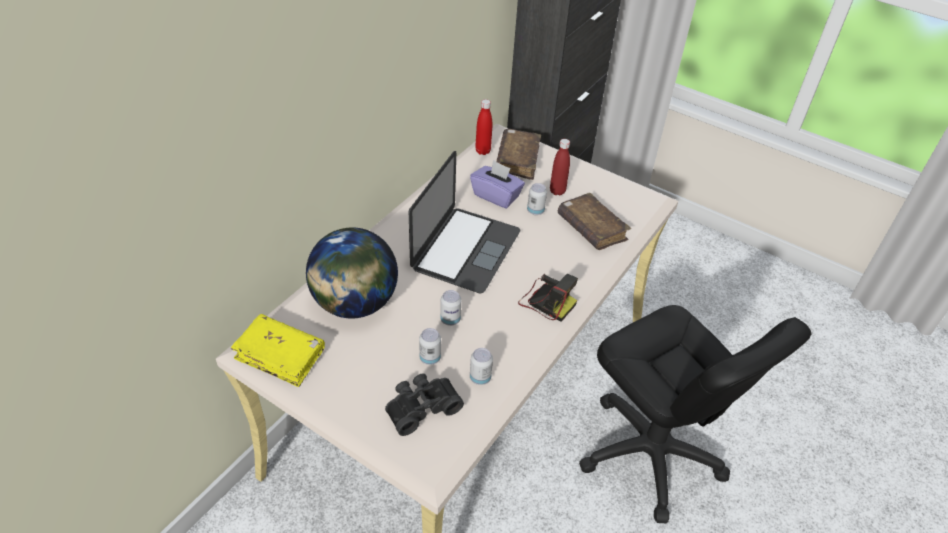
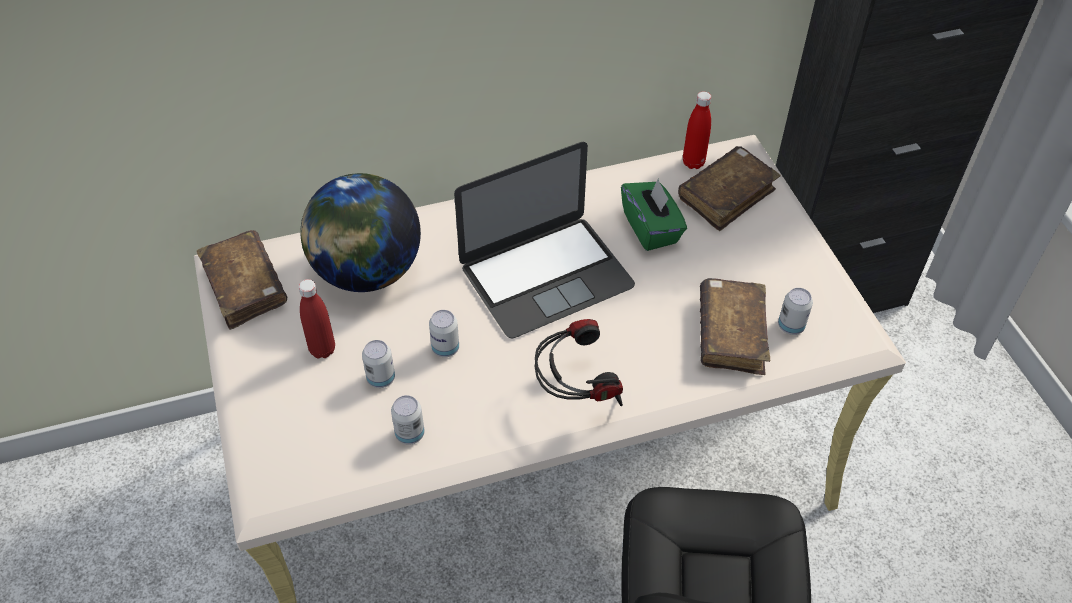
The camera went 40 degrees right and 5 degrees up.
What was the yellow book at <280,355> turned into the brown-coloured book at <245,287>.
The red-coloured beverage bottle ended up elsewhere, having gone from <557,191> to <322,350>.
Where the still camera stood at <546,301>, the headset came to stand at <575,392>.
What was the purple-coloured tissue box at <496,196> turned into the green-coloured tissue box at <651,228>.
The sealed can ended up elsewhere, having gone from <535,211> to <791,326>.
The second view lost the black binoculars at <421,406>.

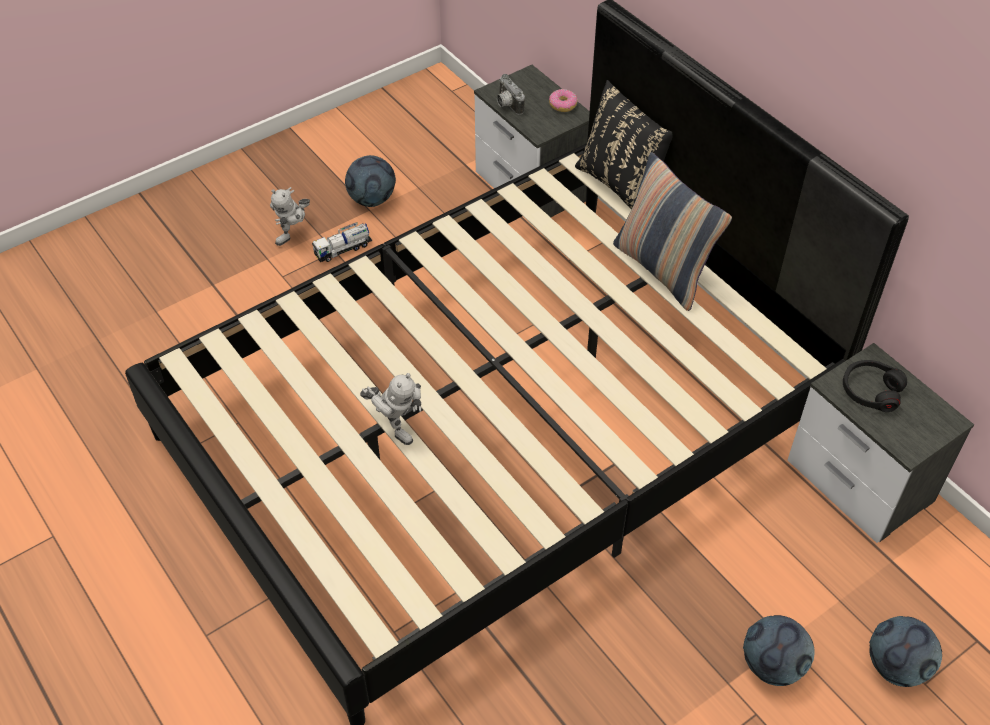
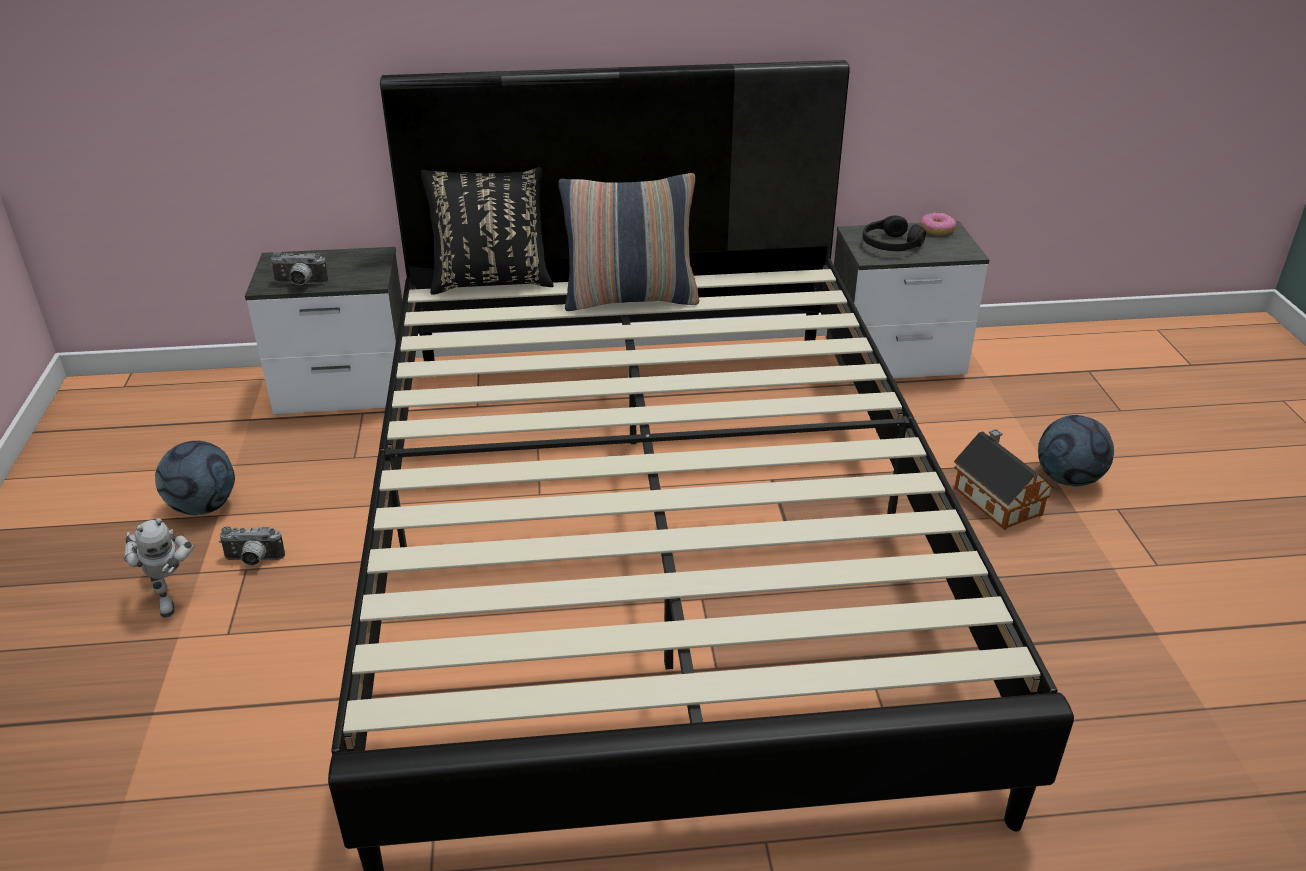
The camera went 60 degrees left and 15 degrees down.
Where the toy truck stood at <343,250>, the still camera came to stand at <253,561>.
The ring doughnut ended up elsewhere, having gone from <562,105> to <936,230>.
The second view gained the model house at <996,499>.
The second view lost the model robot at <395,426>.
The second view lost the football ball at <896,667>.

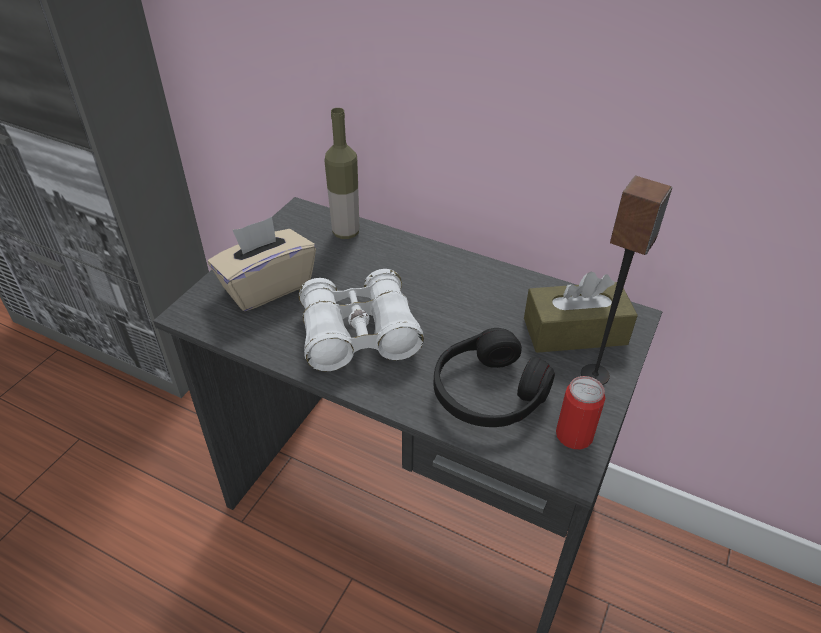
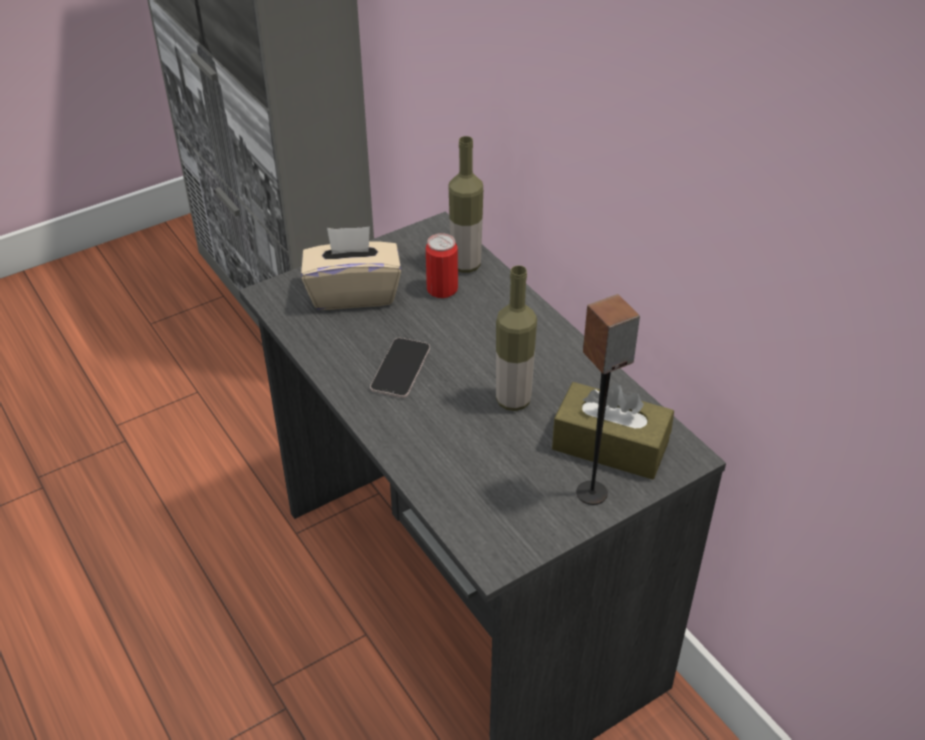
The camera went 30 degrees right and 0 degrees up.
Where the white binoculars stood at <359,334>, the telephone came to stand at <400,368>.
The sealed can ended up elsewhere, having gone from <574,435> to <442,289>.
The second view gained the beverage bottle at <513,401>.
The second view lost the black headset at <488,392>.

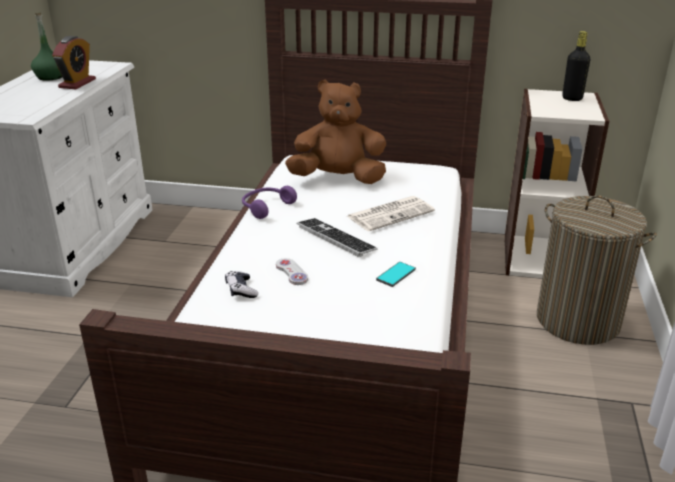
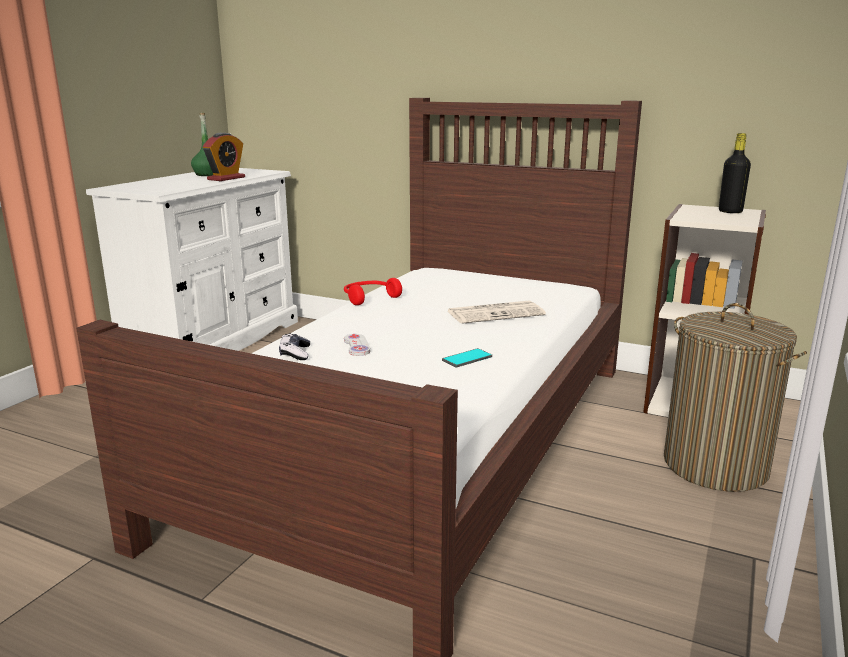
The camera went 15 degrees right and 10 degrees down.
What was the purple-coloured headset at <265,207> turned into the red-coloured headset at <369,298>.
The second view lost the brown-coloured cuddly toy at <338,179>.
The second view lost the computer keyboard at <336,238>.

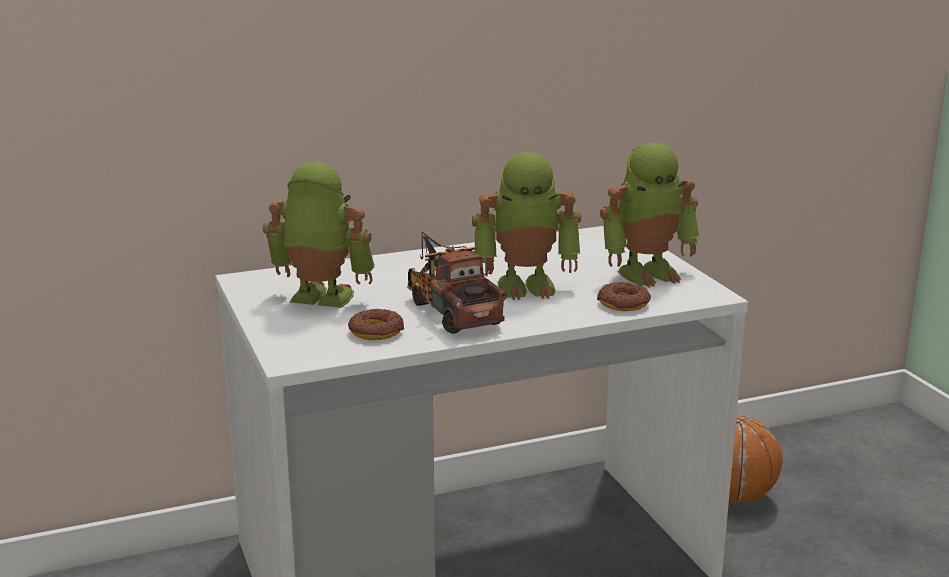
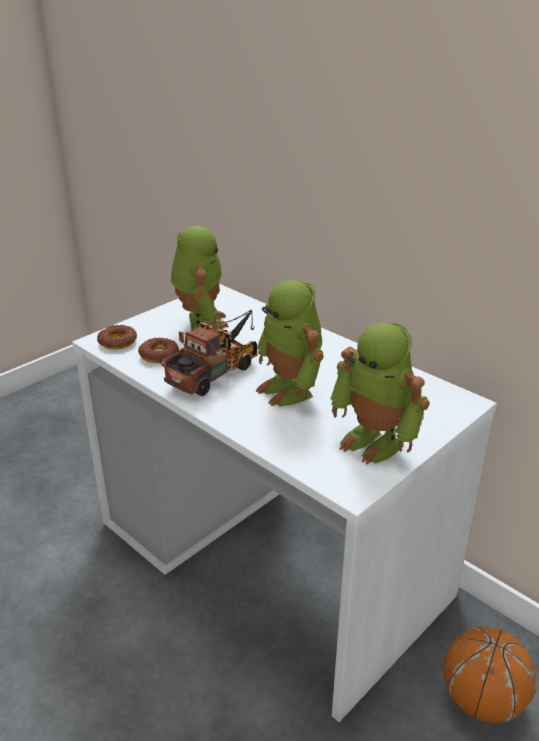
The camera went 65 degrees right and 10 degrees up.
The ring doughnut ended up elsewhere, having gone from <623,303> to <117,342>.

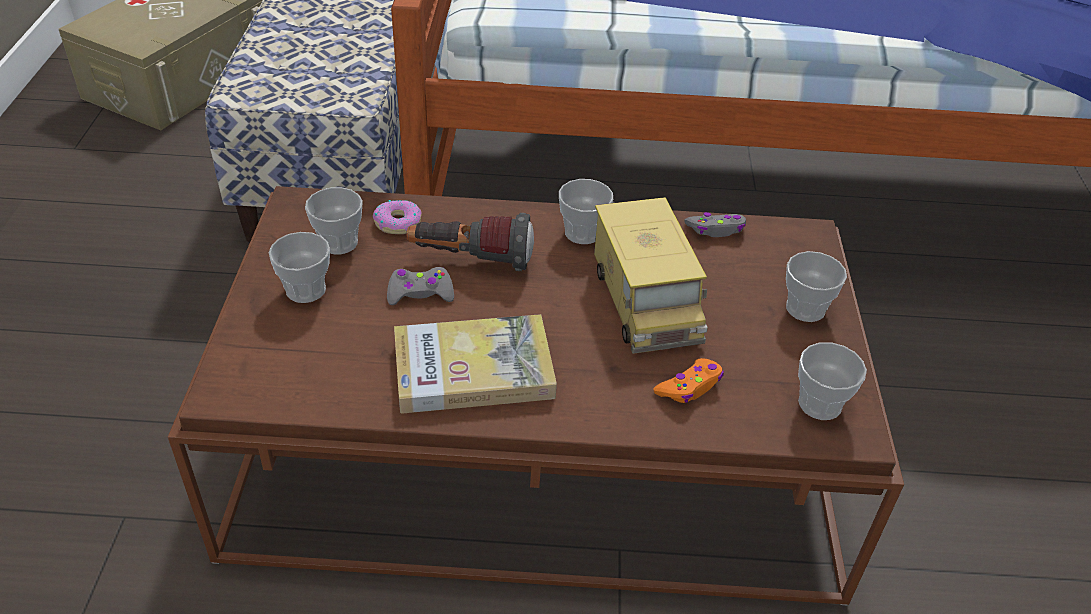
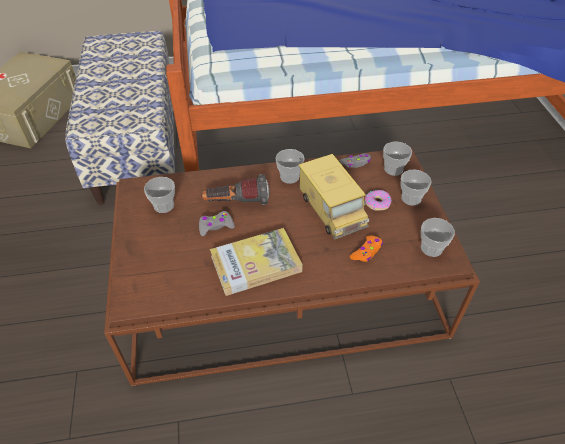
The camera went 10 degrees left and 5 degrees up.
The ring doughnut ended up elsewhere, having gone from <398,223> to <377,203>.
The cup ended up elsewhere, having gone from <306,290> to <393,169>.

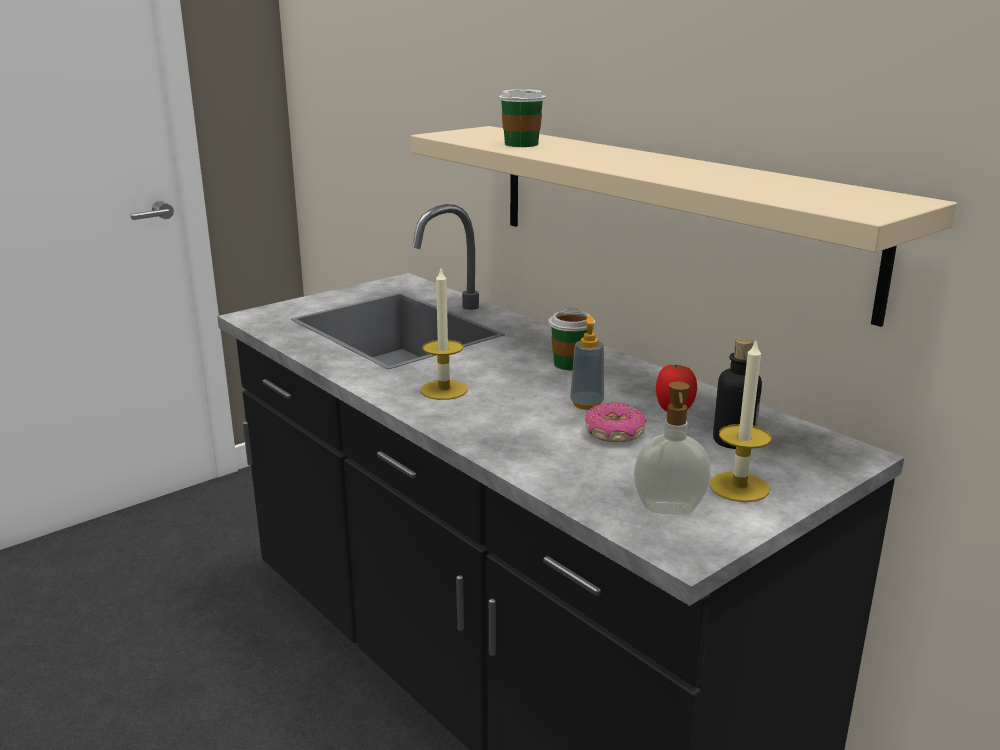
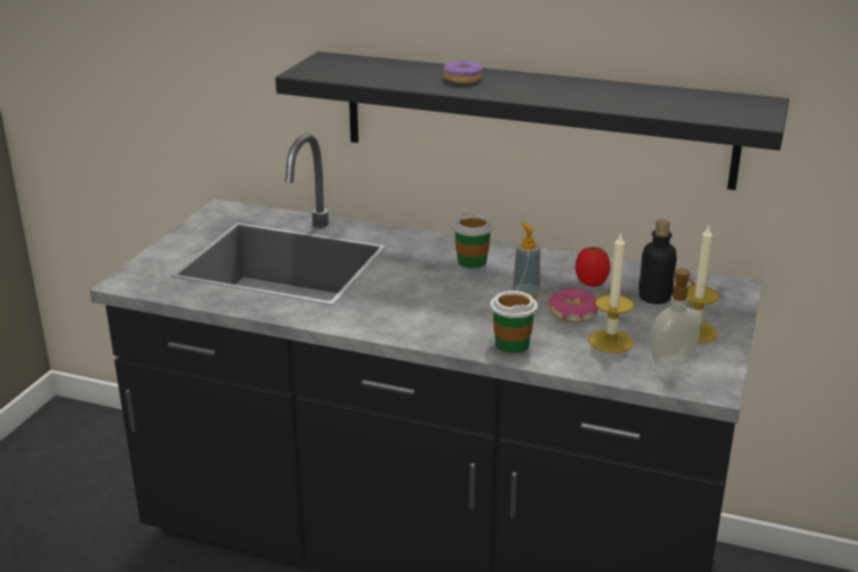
The camera went 30 degrees left and 5 degrees up.
What was the sand-coloured shelf at <669,212> turned into the black shelf at <535,119>.
The second view gained the ring doughnut at <463,79>.
The cup ended up elsewhere, having gone from <521,144> to <512,344>.
The wax light ended up elsewhere, having gone from <444,390> to <610,341>.

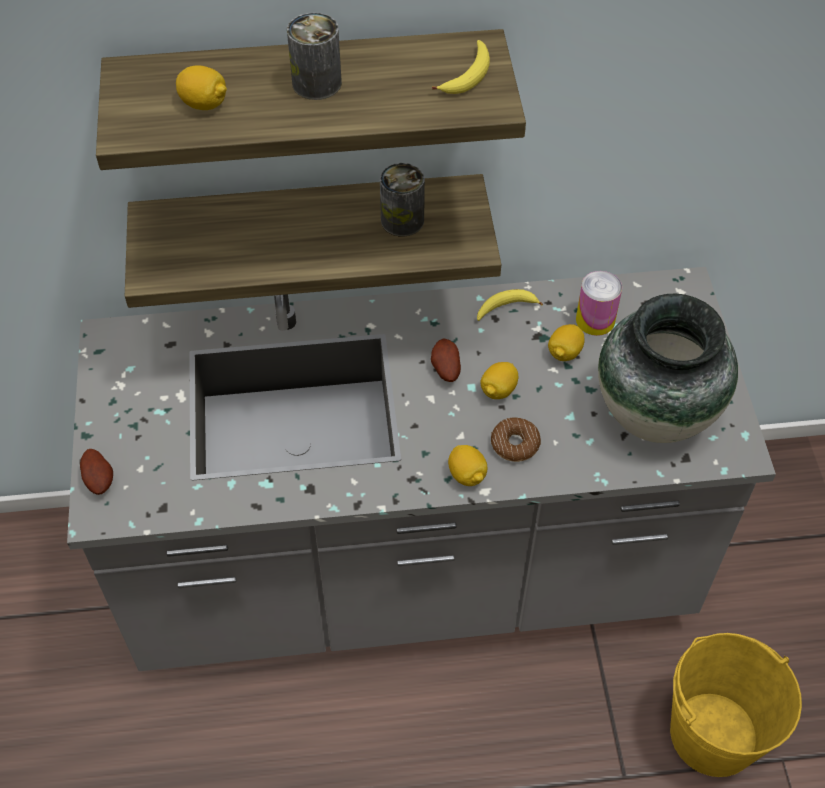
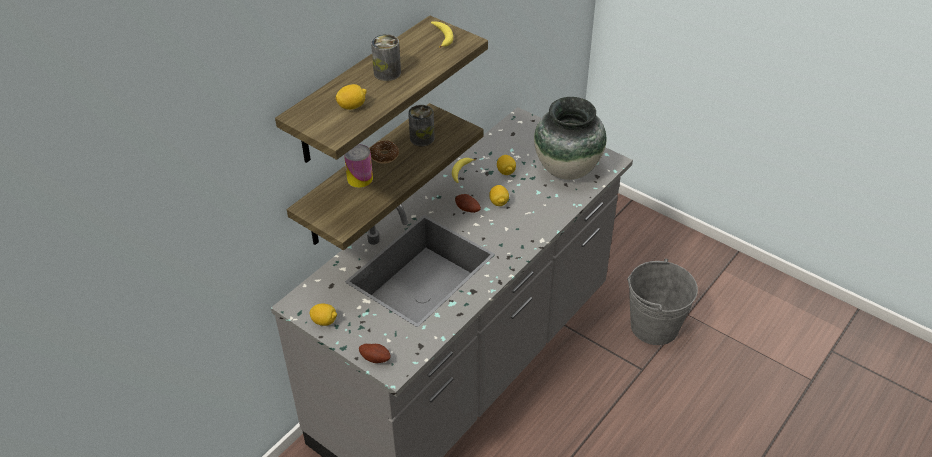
The camera went 45 degrees left and 10 degrees down.
The lemon ended up elsewhere, having gone from <467,475> to <324,321>.
The sealed can ended up elsewhere, having gone from <595,320> to <360,179>.
The ring doughnut ended up elsewhere, having gone from <515,444> to <384,156>.
What was the yellow water bucket at <713,734> turned into the greyish water bucket at <654,326>.

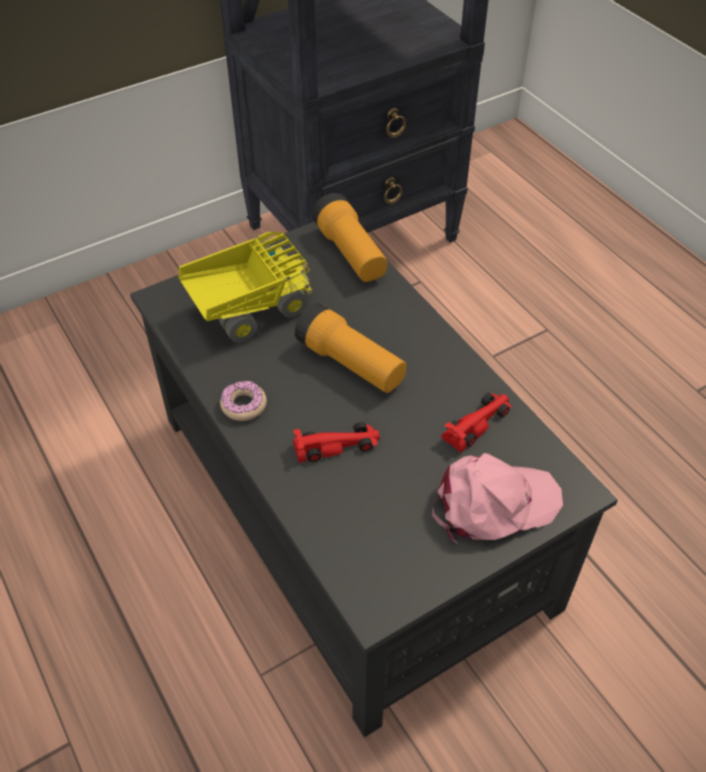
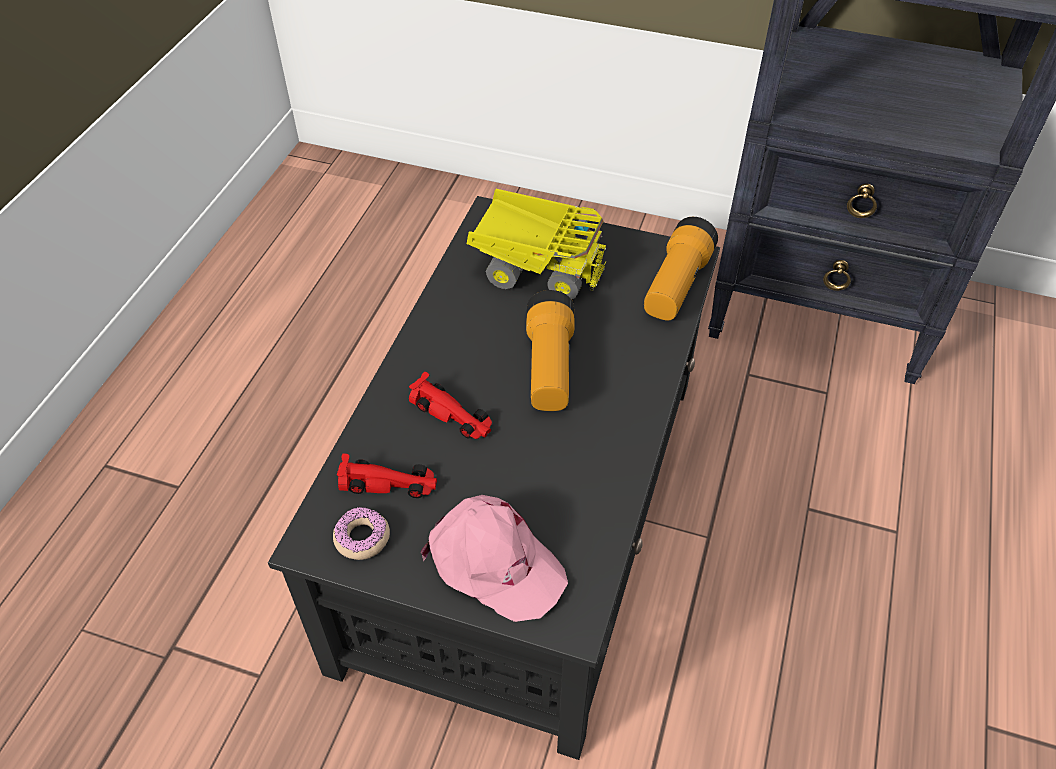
The camera went 50 degrees right and 0 degrees up.
The ring doughnut ended up elsewhere, having gone from <243,405> to <362,538>.
The red-coloured miniature car ended up elsewhere, having gone from <478,423> to <389,483>.

